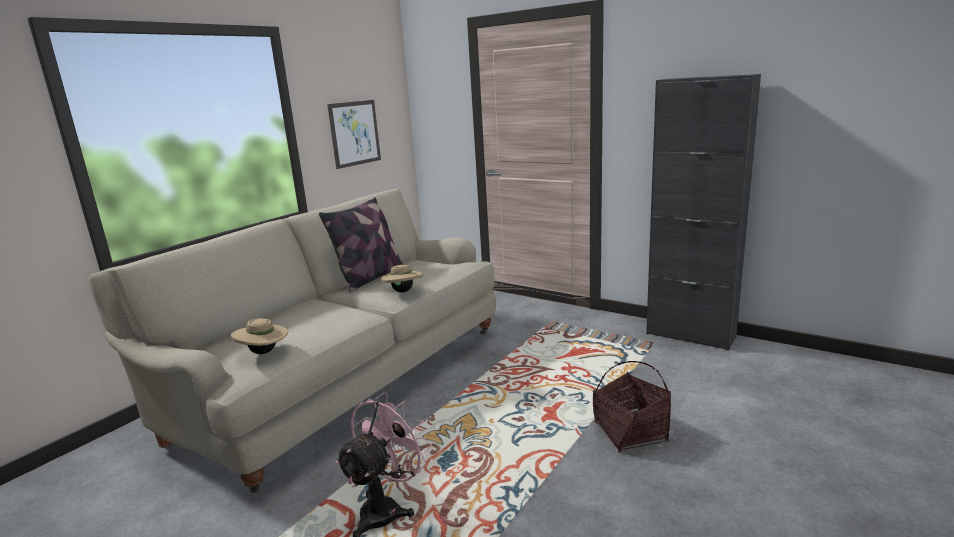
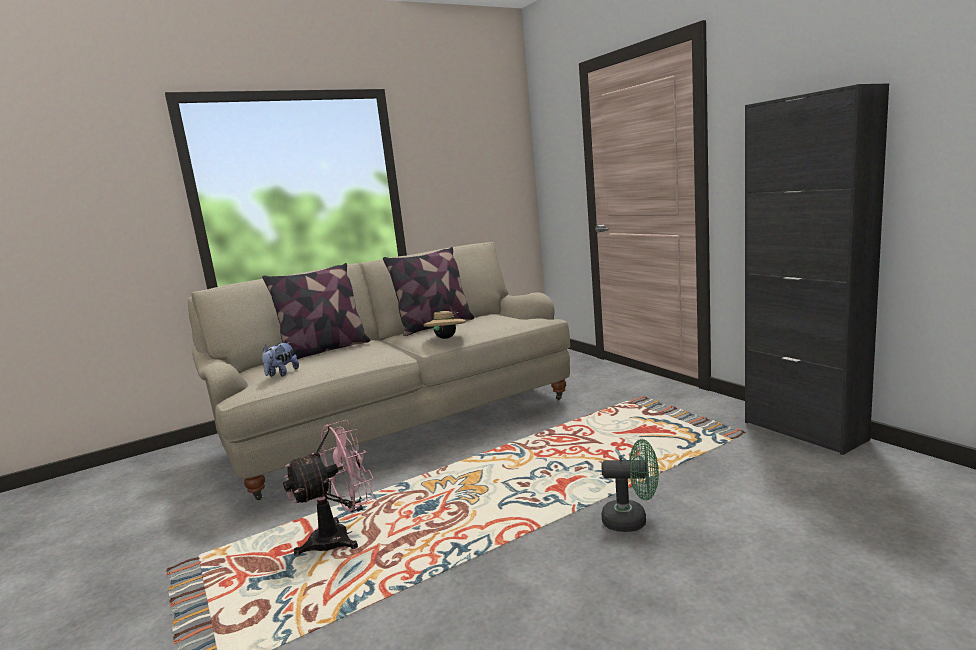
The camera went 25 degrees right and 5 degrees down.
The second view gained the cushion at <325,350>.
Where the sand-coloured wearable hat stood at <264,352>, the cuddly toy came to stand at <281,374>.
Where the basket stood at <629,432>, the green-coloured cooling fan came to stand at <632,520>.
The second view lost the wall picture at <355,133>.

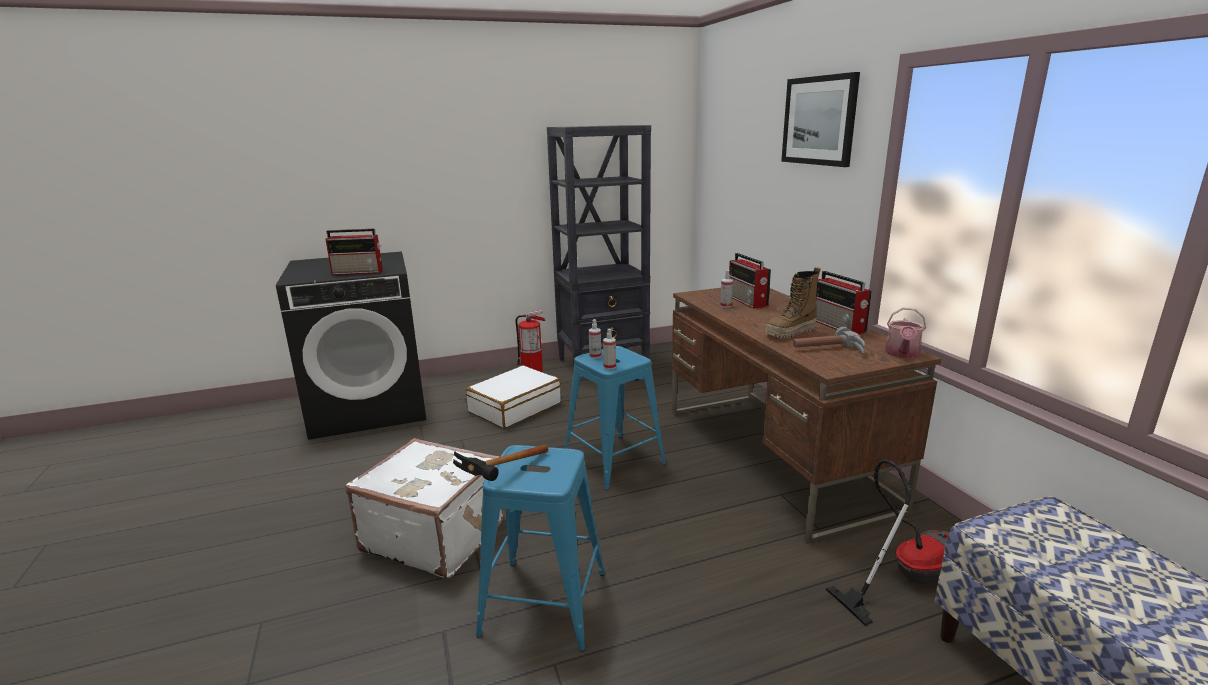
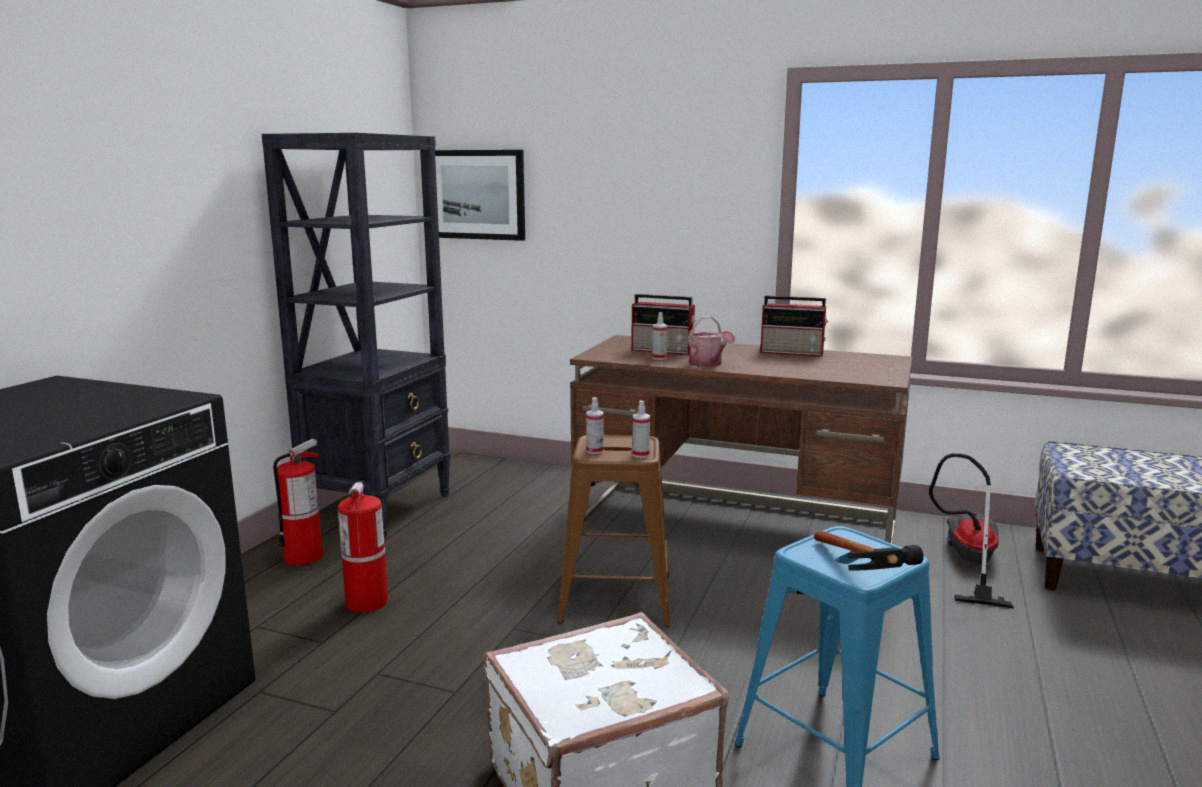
The camera went 50 degrees left and 5 degrees down.
Where the white piece of luggage stood at <514,407>, the fire-fighting cylinder came to stand at <367,602>.
The wall picture ended up elsewhere, having gone from <819,120> to <476,194>.
What was the blue stool seat at <613,461> turned into the brown-coloured stool seat at <615,598>.
The watering pot ended up elsewhere, having gone from <902,354> to <708,364>.
The second view lost the radio set at <359,272>.
The second view lost the high-top boot at <790,333>.
The second view lost the tool hammer at <829,350>.

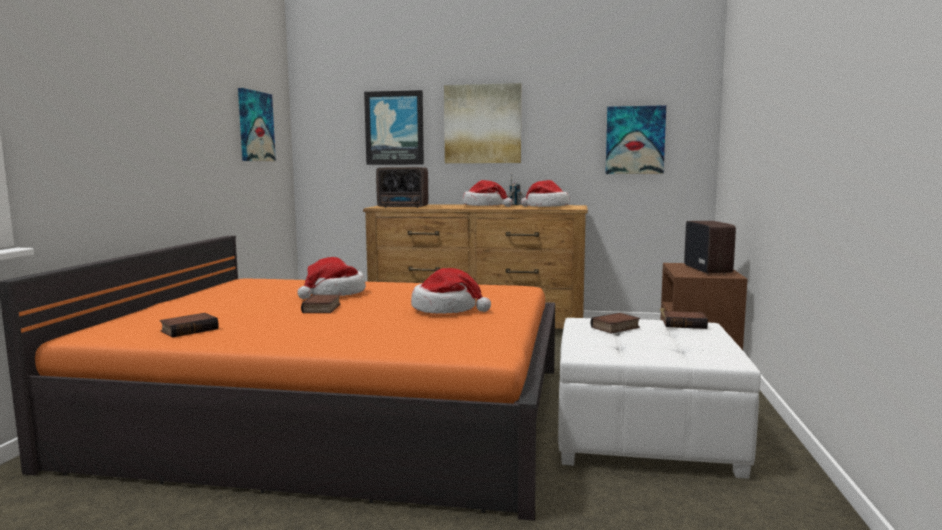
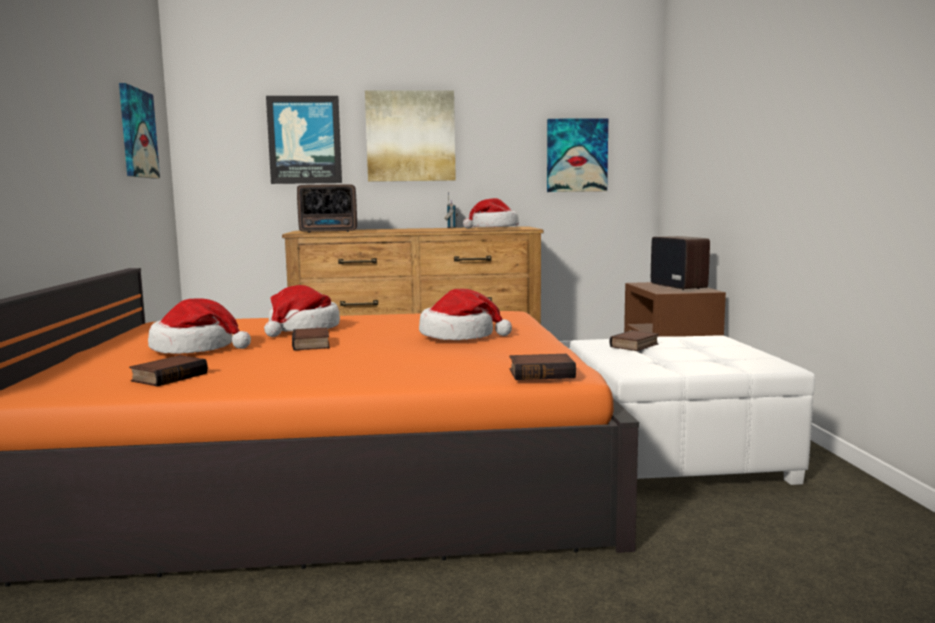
The camera went 15 degrees left and 0 degrees up.
The wearable hat ended up elsewhere, having gone from <484,206> to <195,349>.
The book ended up elsewhere, having gone from <685,324> to <542,373>.

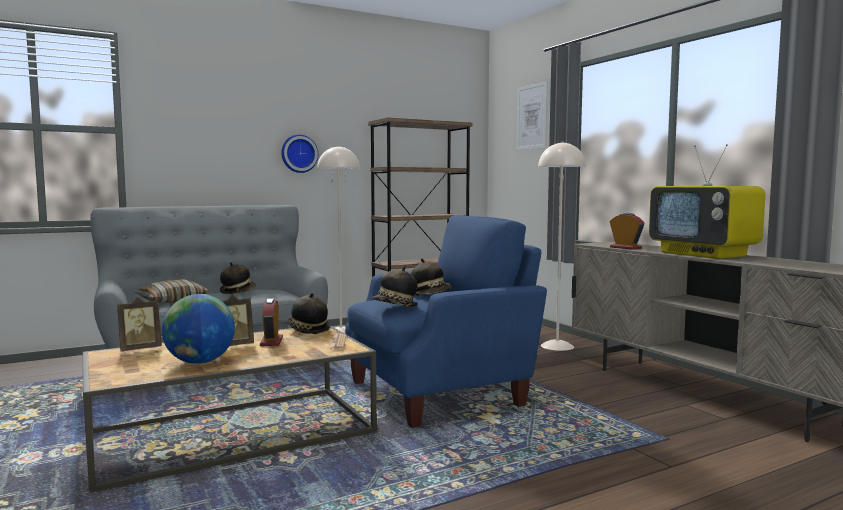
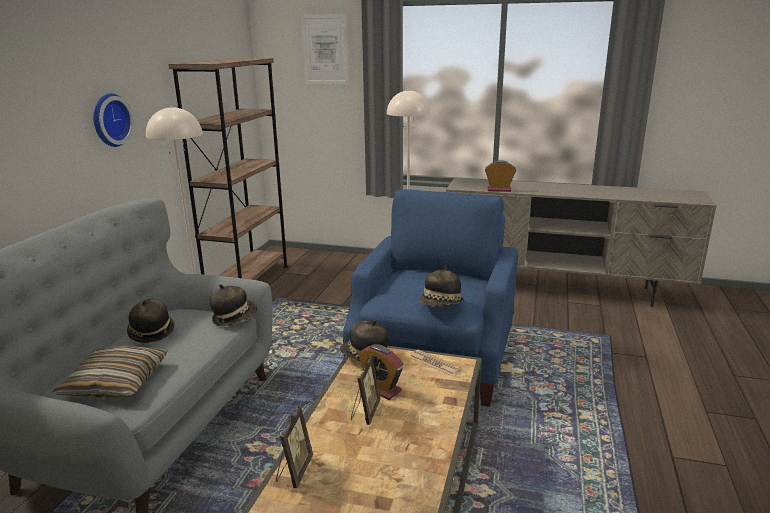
The camera went 45 degrees left and 15 degrees up.
The wearable hat ended up elsewhere, having gone from <430,295> to <234,318>.
The second view lost the globe at <200,362>.
The second view lost the TV set at <704,254>.

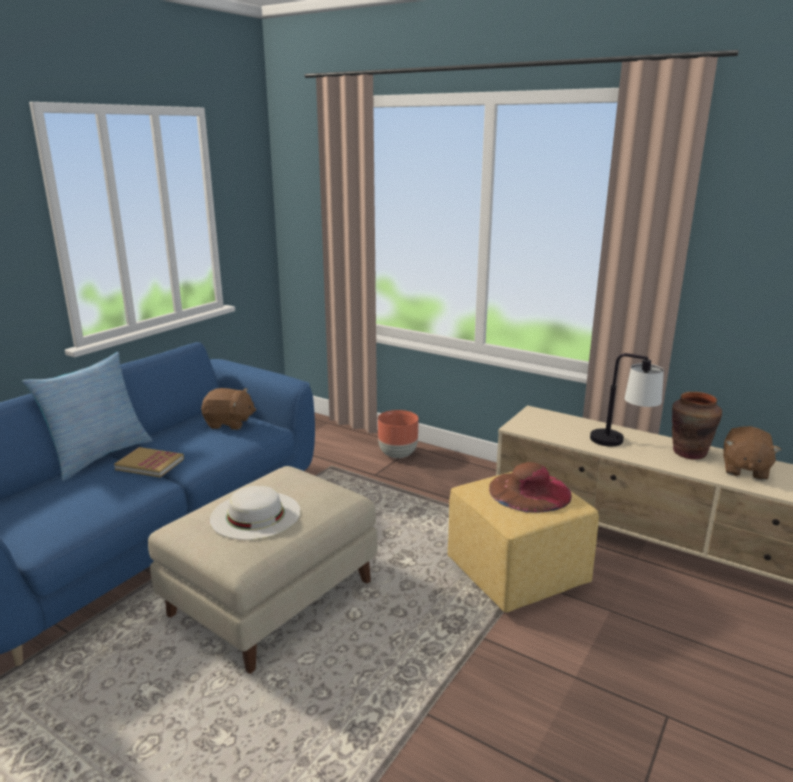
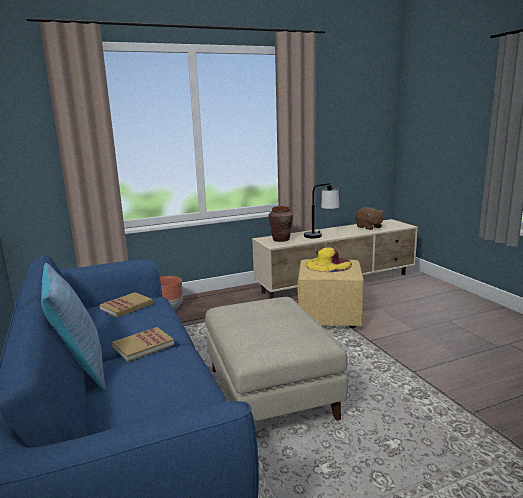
The camera went 55 degrees left and 5 degrees down.
Where the brown-coloured cuddly toy stood at <229,423>, the book came to stand at <126,306>.
The brown-coloured decorative vase ended up elsewhere, having gone from <689,453> to <281,239>.
What was the brown-coloured wearable hat at <529,491> turned into the yellow wearable hat at <328,264>.
The second view lost the white wearable hat at <255,515>.

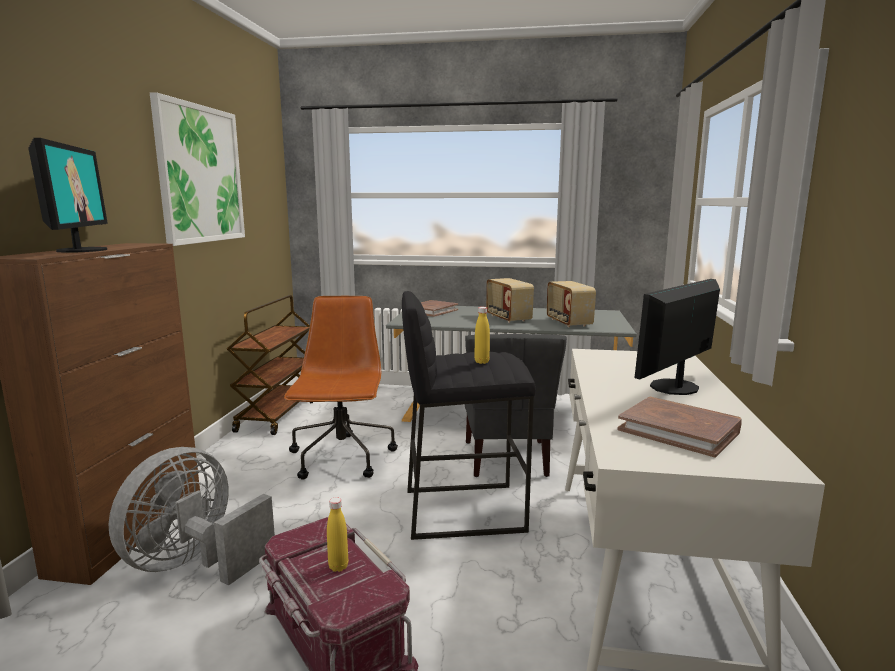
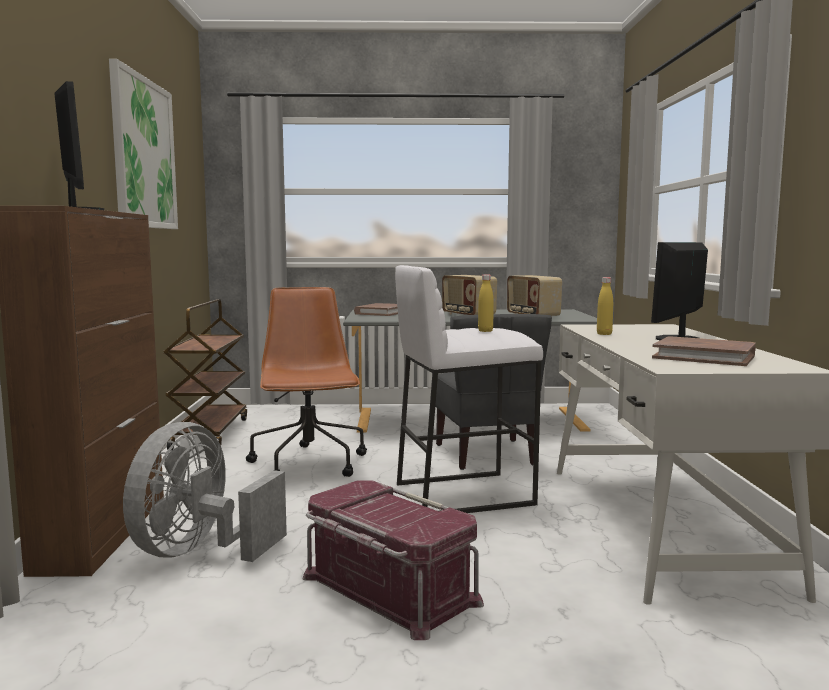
The camera went 10 degrees left and 5 degrees down.
What was the black stool seat at <464,509> turned into the white stool seat at <463,493>.
The yellow beverage bottle ended up elsewhere, having gone from <338,566> to <604,334>.

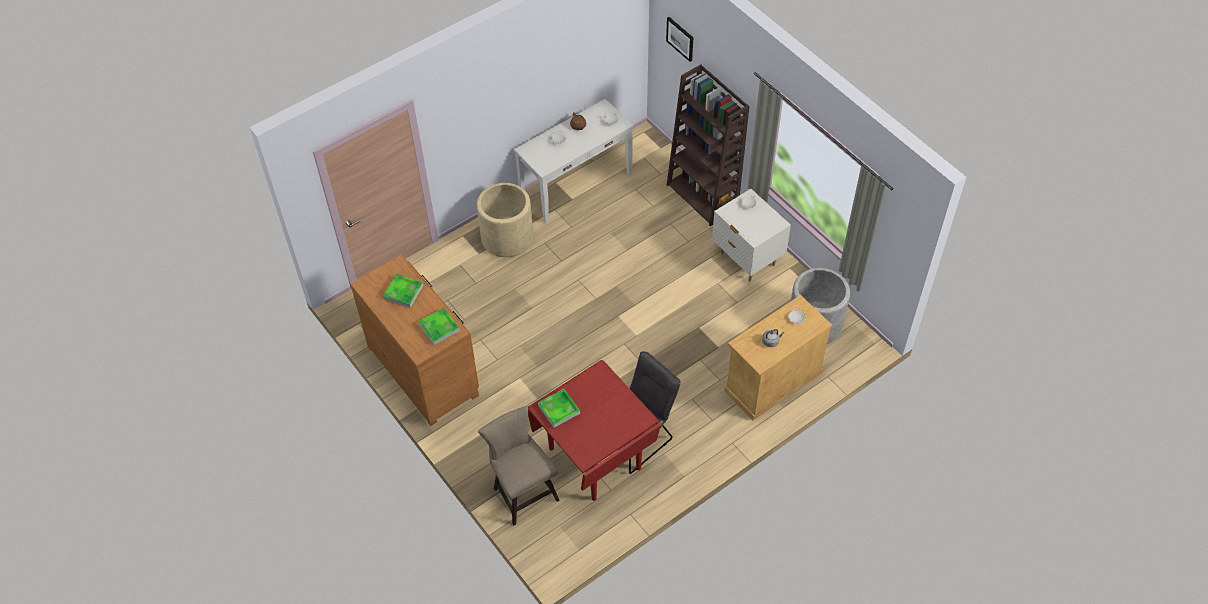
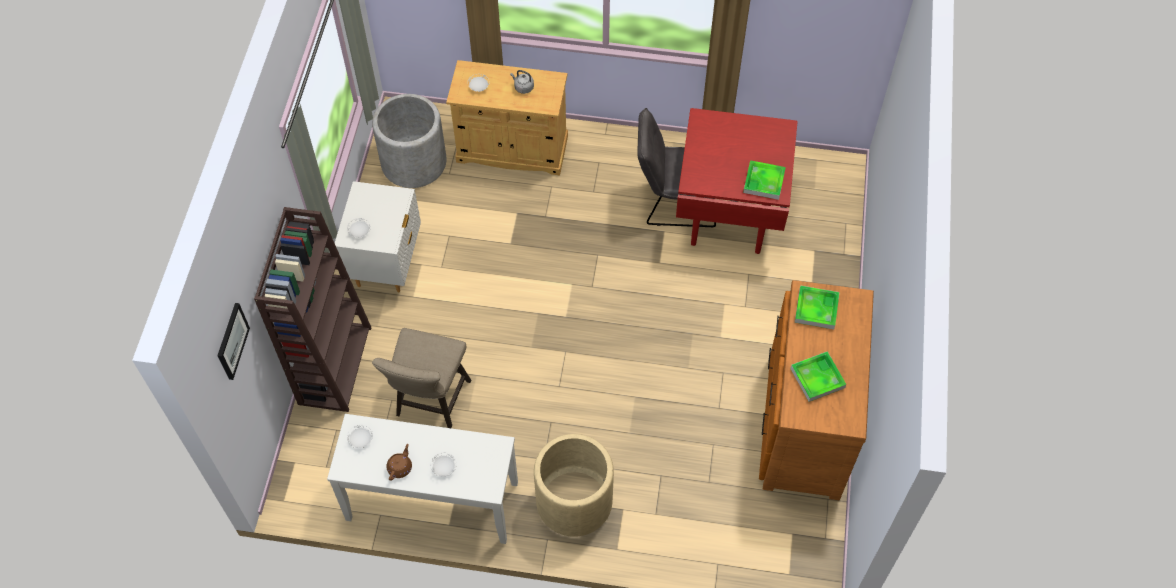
The camera went 135 degrees left and 5 degrees up.
The sand-coloured stool seat ended up elsewhere, having gone from <522,491> to <430,402>.

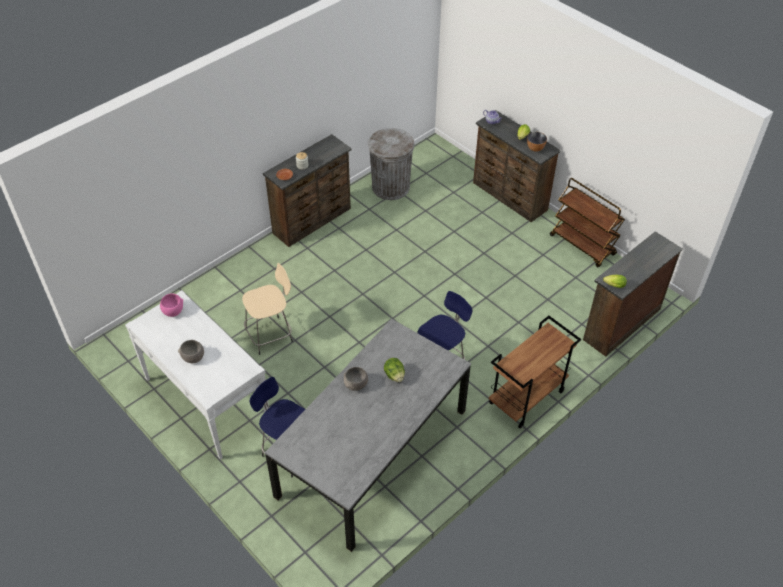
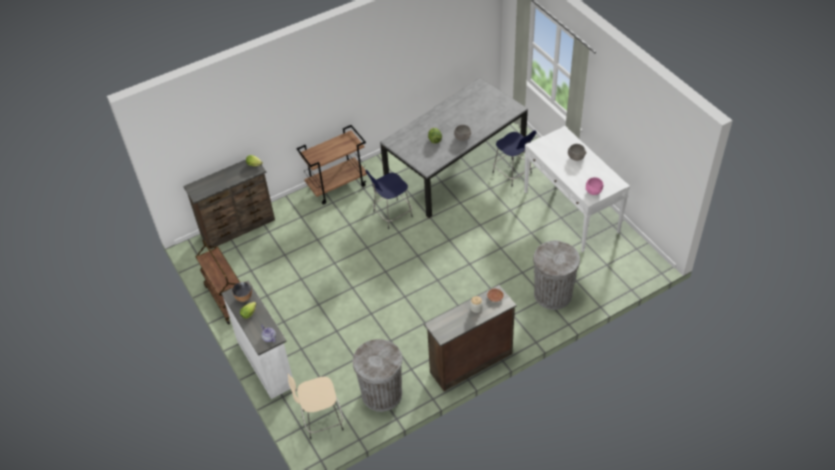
The camera went 165 degrees left and 0 degrees up.
What was the brown-coloured chest of drawers at <509,197> turned into the white chest of drawers at <266,363>.
The sand-coloured stool seat ended up elsewhere, having gone from <271,335> to <321,420>.
The second view gained the greyish waste bin at <553,294>.

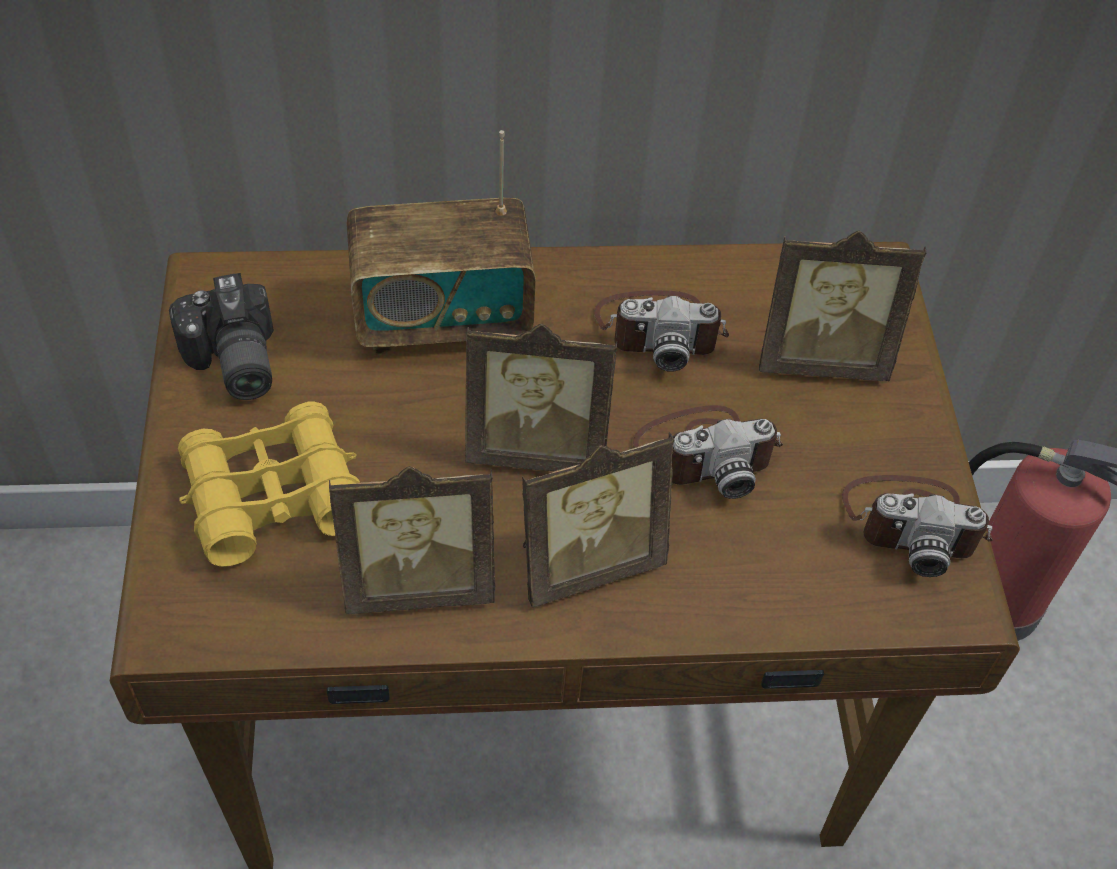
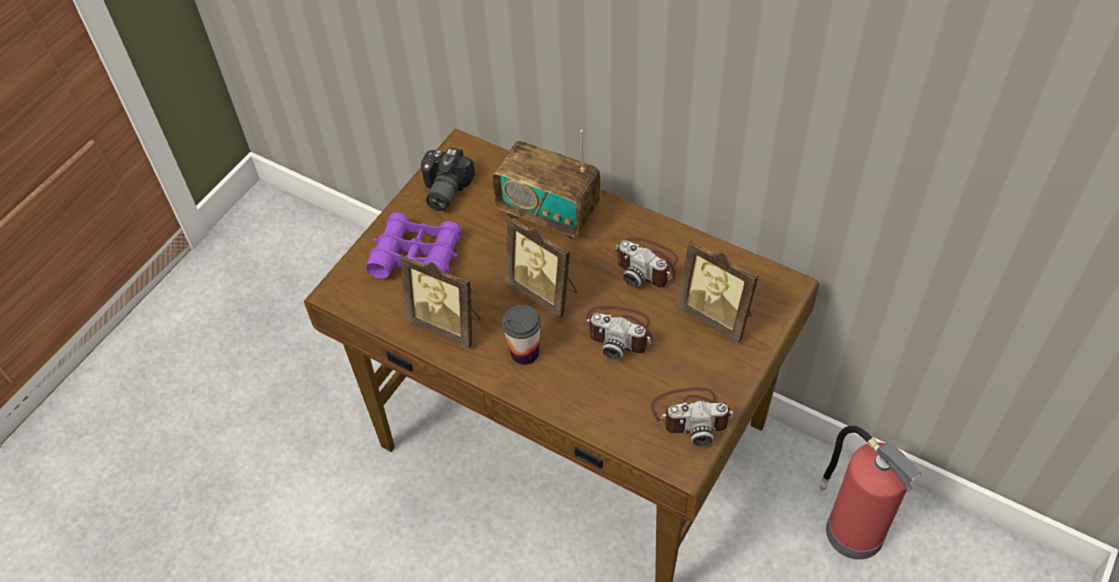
The camera went 40 degrees right and 0 degrees up.
What was the yellow binoculars at <272,495> turned into the purple-coloured binoculars at <416,257>.
Where the standing frame stood at <586,561>, the cup came to stand at <524,352>.
The still camera at <913,523> ended up facing another way, 45 degrees counterclockwise from before.

